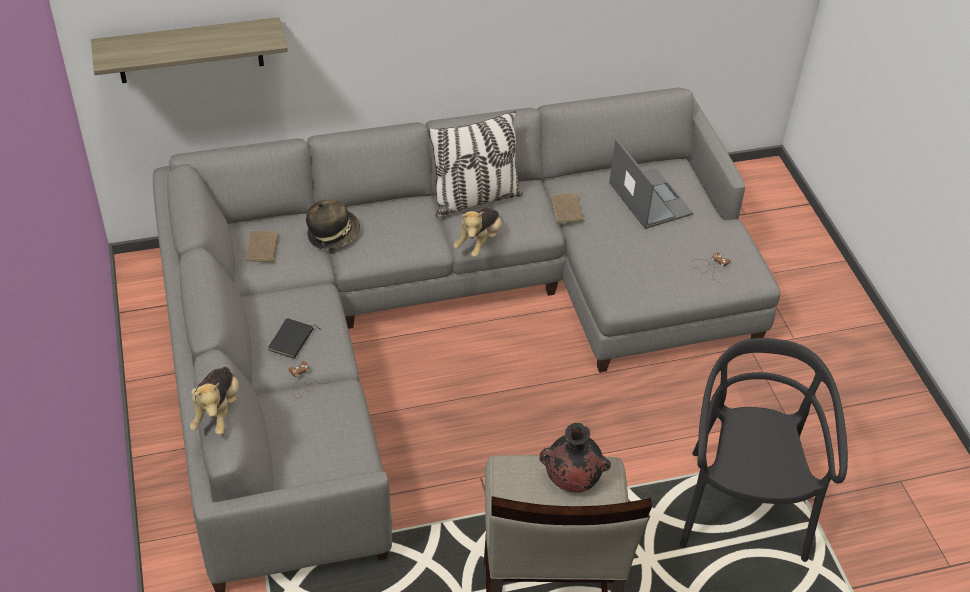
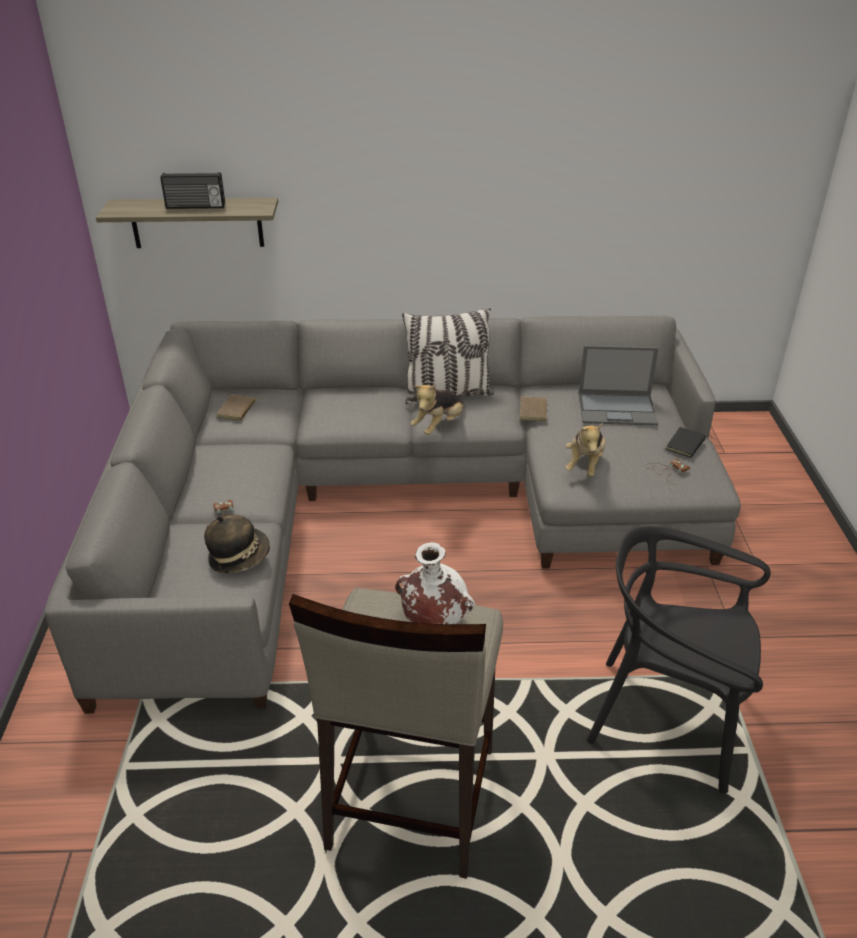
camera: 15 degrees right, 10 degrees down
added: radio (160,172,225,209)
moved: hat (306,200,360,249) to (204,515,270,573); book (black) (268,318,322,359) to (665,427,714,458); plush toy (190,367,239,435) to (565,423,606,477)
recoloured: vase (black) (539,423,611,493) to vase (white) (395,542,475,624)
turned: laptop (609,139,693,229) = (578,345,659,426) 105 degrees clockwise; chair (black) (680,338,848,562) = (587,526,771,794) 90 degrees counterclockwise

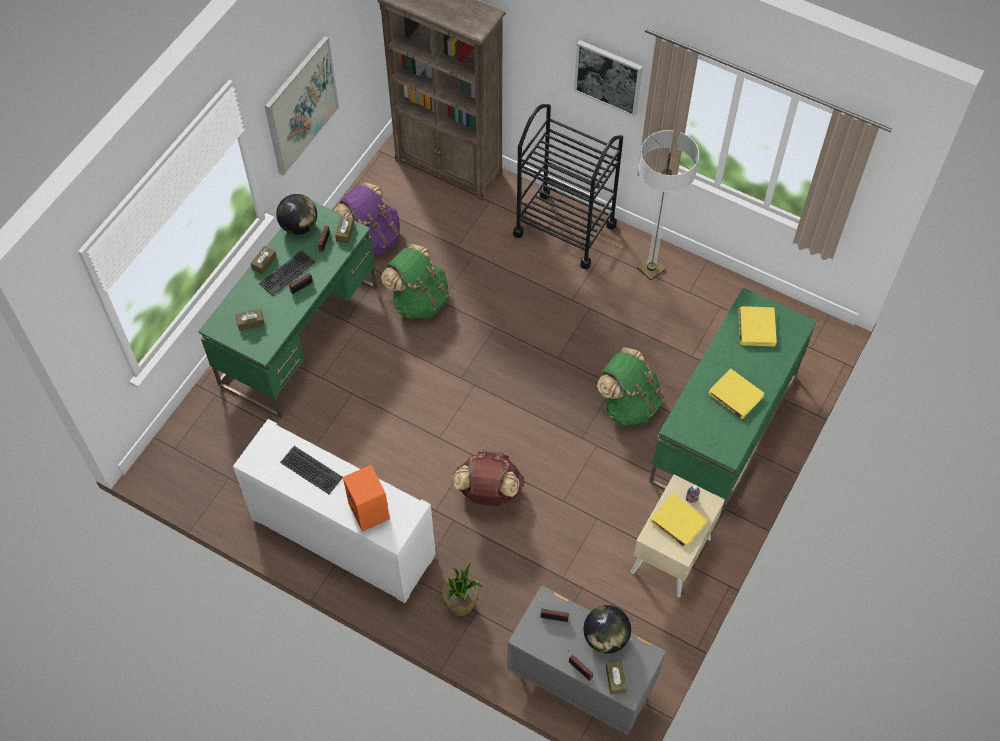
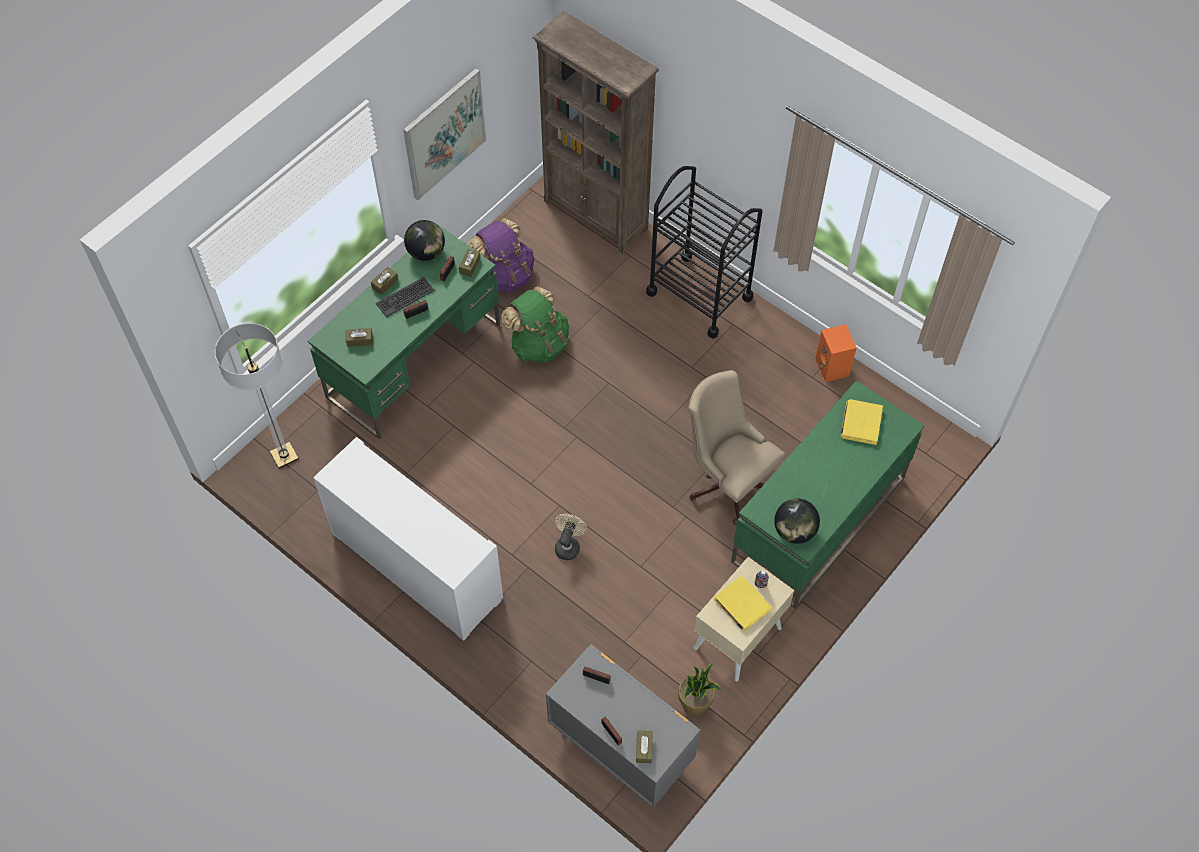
camera: 10 degrees right, 0 degrees up
removed: picture (574,40,643,117); book (yellow) (709,368,765,419); keyboard (280,446,343,494)
moved: floor lamp (637,130,699,280) to (215,323,299,469); speaker (orange) (343,465,390,532) to (815,324,857,382); potted plant (442,562,483,616) to (678,663,722,716); globe (584,605,631,654) to (774,498,820,544)
replaced: backpack (green) (597,347,664,426) to office chair (beige) (688,370,785,525); backpack (brown) (454,450,525,506) to fan (beige) (555,514,587,560)

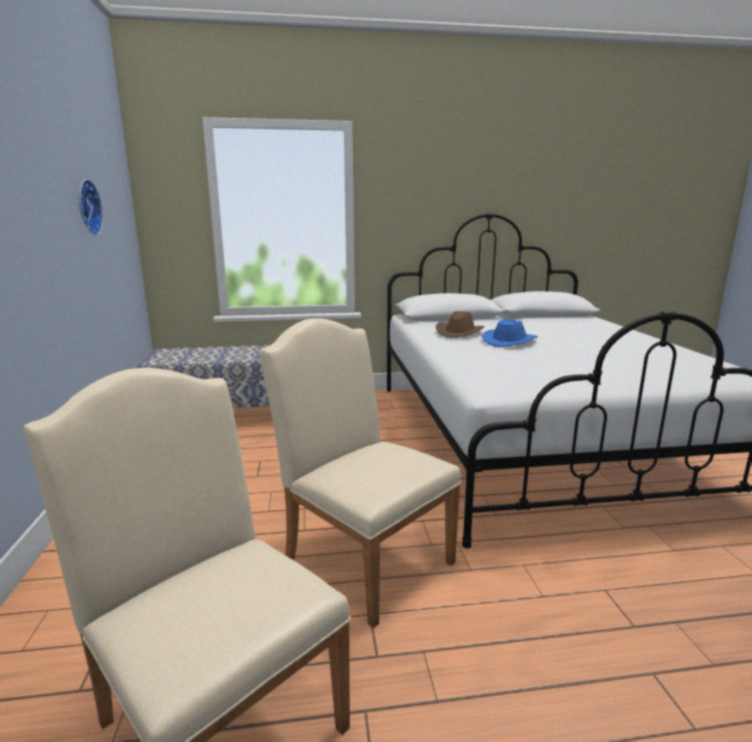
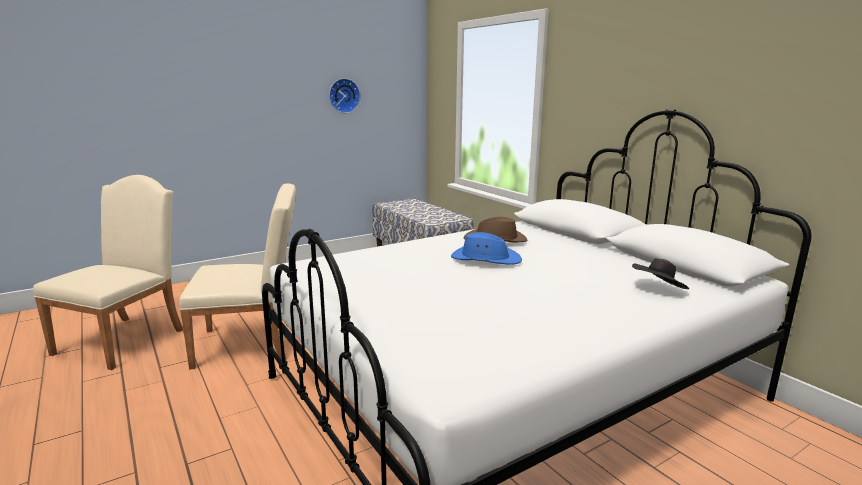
camera: 65 degrees right, 0 degrees up
added: hat (black) (632,258,689,289)
turned: chair (beige) (258,318,461,628) = (179,183,296,370) 60 degrees clockwise

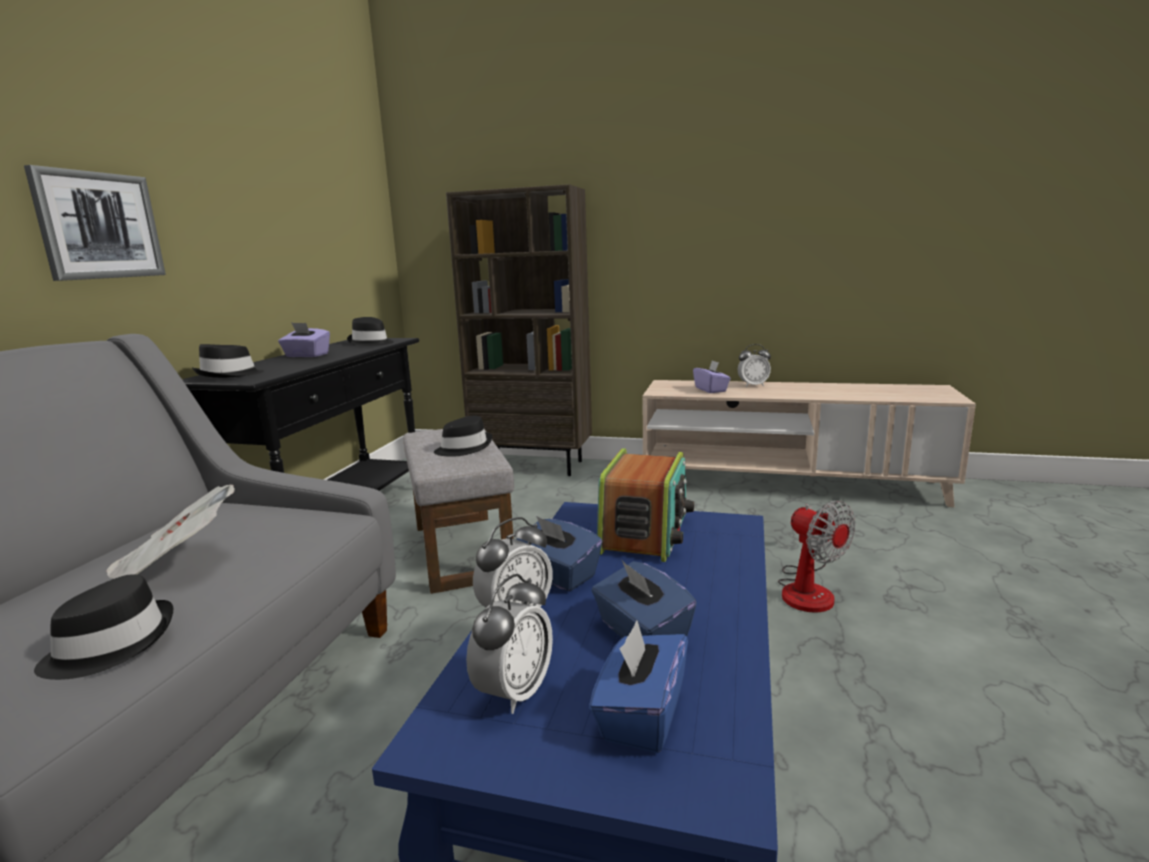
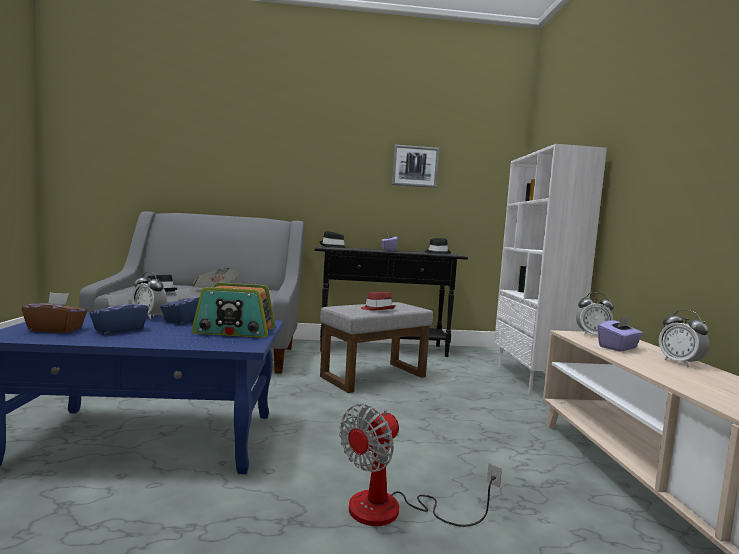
camera: 70 degrees right, 10 degrees down
moved: picture (24,165,166,281) to (392,145,439,188); alarm clock (466,574,553,714) to (576,292,614,336)
recoloured: bookcase (brown) (446,184,592,476) to bookcase (white) (494,144,607,394); hat (black) (434,416,492,457) to hat (red) (361,292,396,310); tissue box (blue) (589,621,688,753) to tissue box (brown) (21,292,88,333)

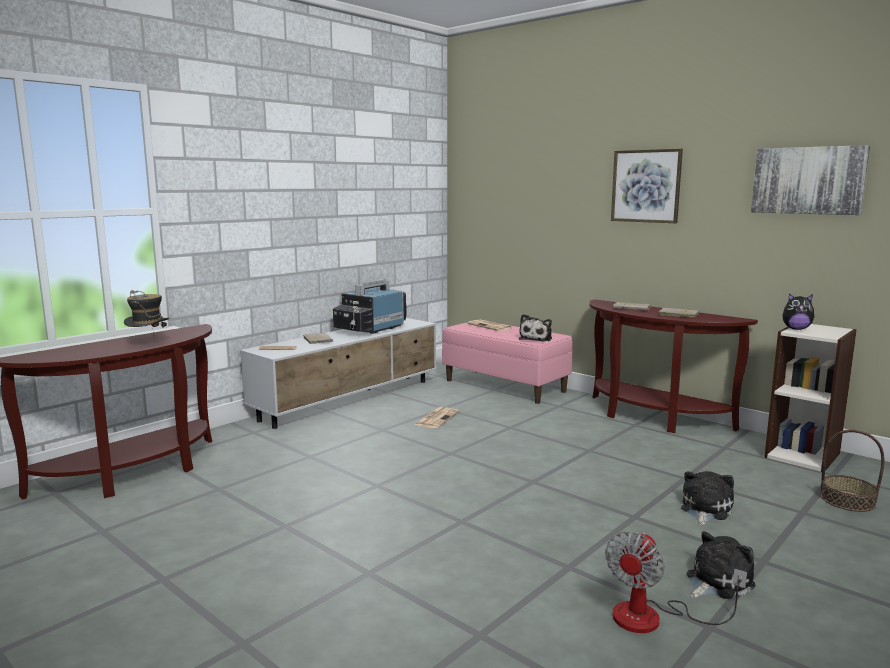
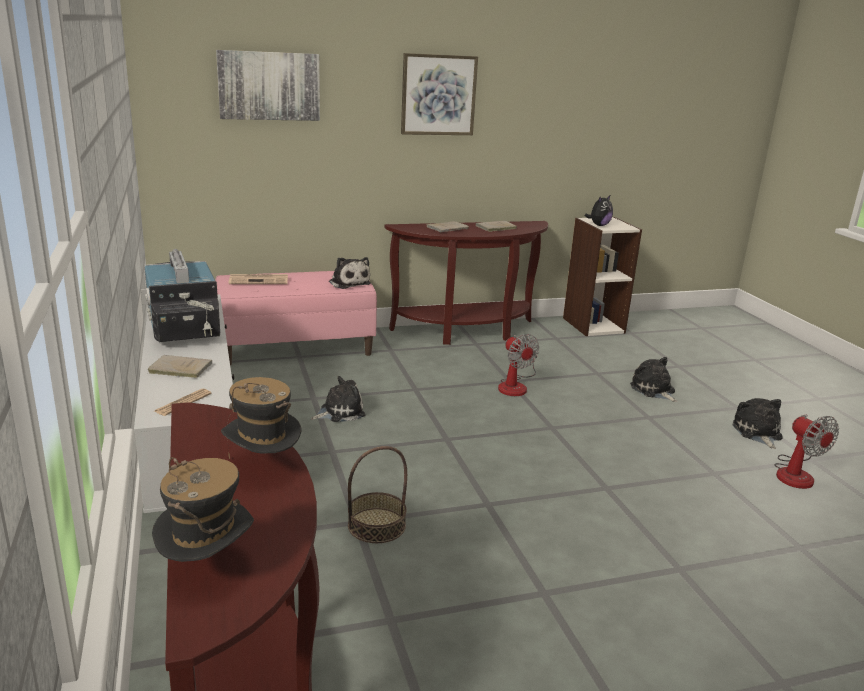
camera: 60 degrees left, 10 degrees up
added: fan (498,334,539,396); hat (152,457,254,562)
moved: picture (751,145,870,215) to (216,50,320,121); basket (821,430,885,512) to (348,446,407,543)
replaced: newspaper (414,407,459,428) to plush toy (311,376,366,422)

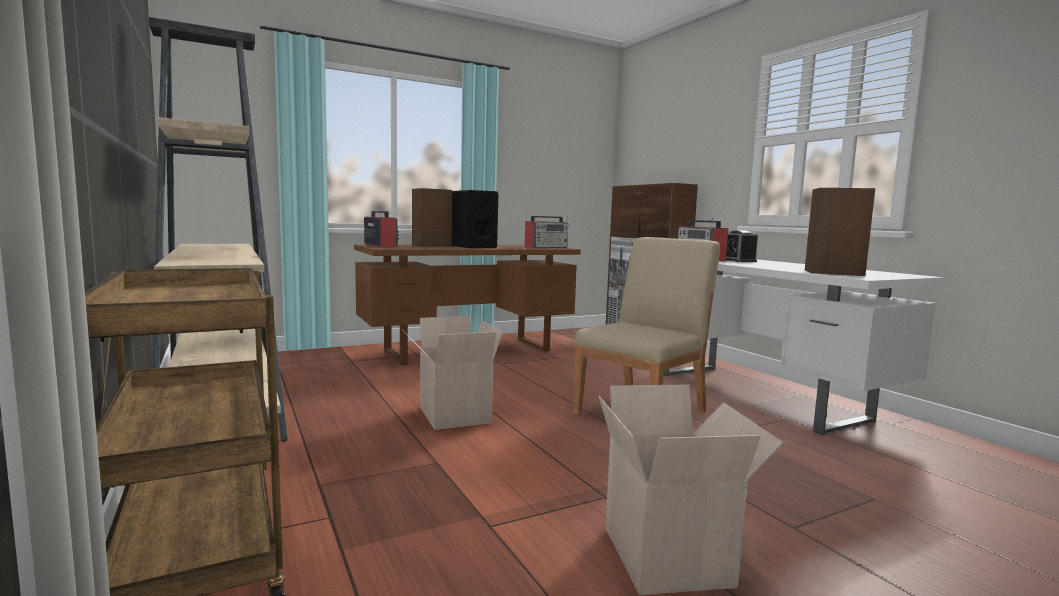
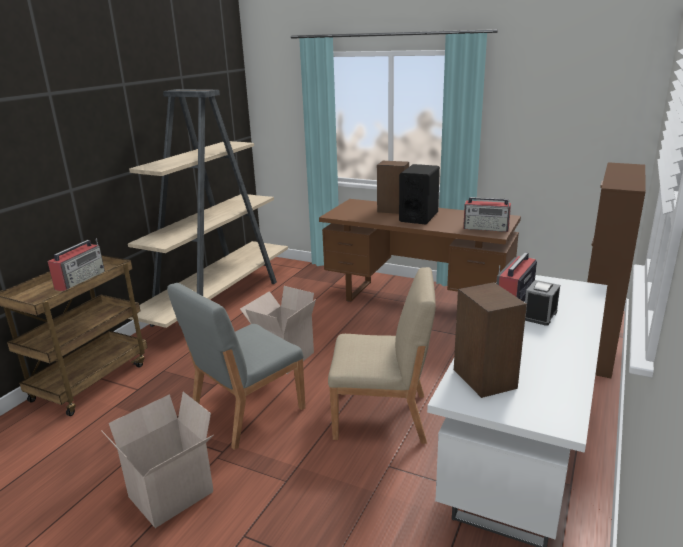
camera: 55 degrees right, 15 degrees up
added: chair (grey) (167,283,305,450)
moved: radio (364,209,399,248) to (47,238,105,291)

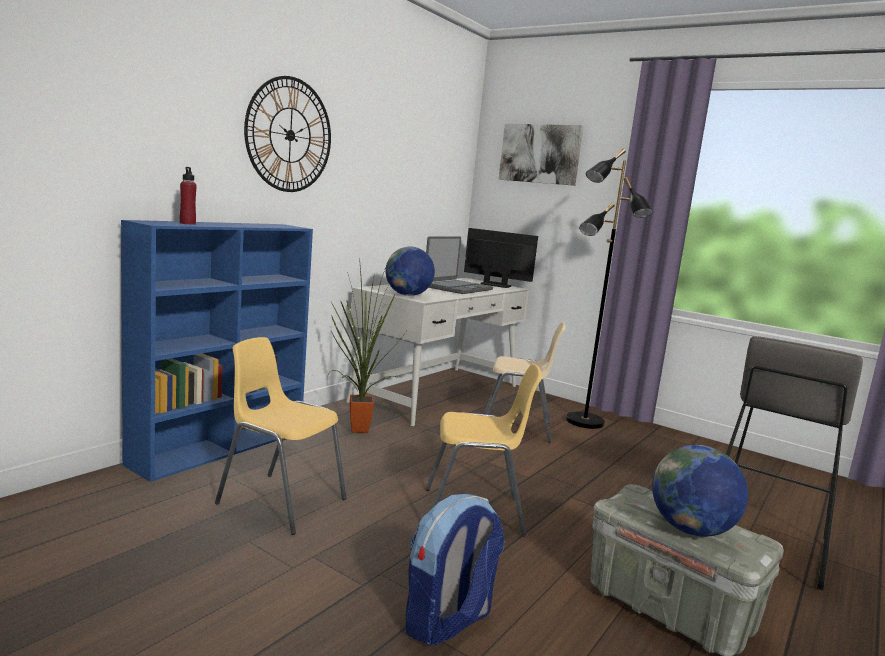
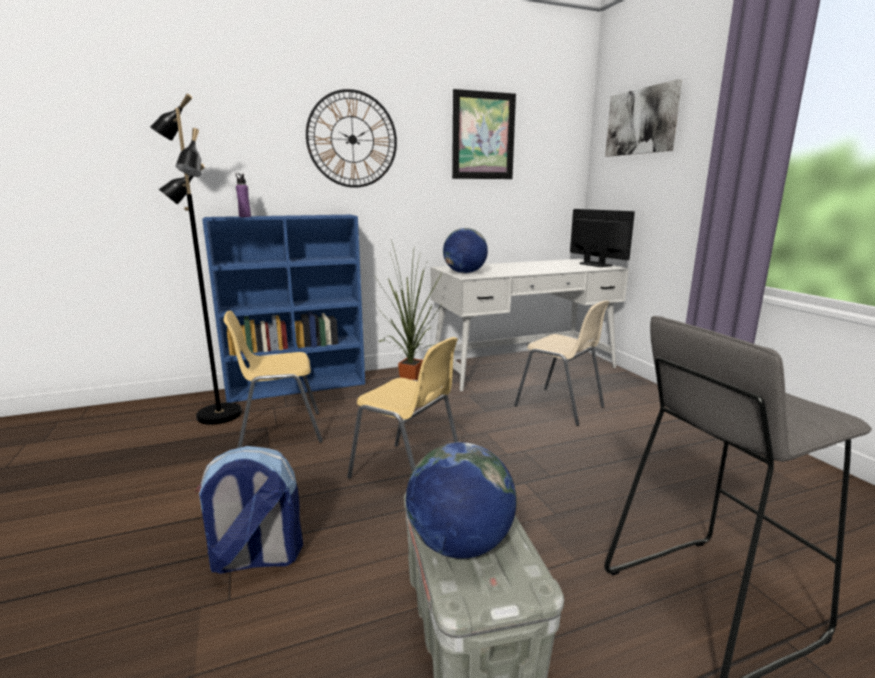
camera: 35 degrees right, 5 degrees up
removed: laptop (426,236,493,294)
added: picture (452,89,516,179)
moved: floor lamp (black) (566,149,653,429) to (150,94,242,425)
recoloured: bottle (red) (180,167,197,225) to bottle (purple) (235,173,251,217)
turned: chair (yellow) (215,337,346,535) = (224,310,323,448) 75 degrees counterclockwise

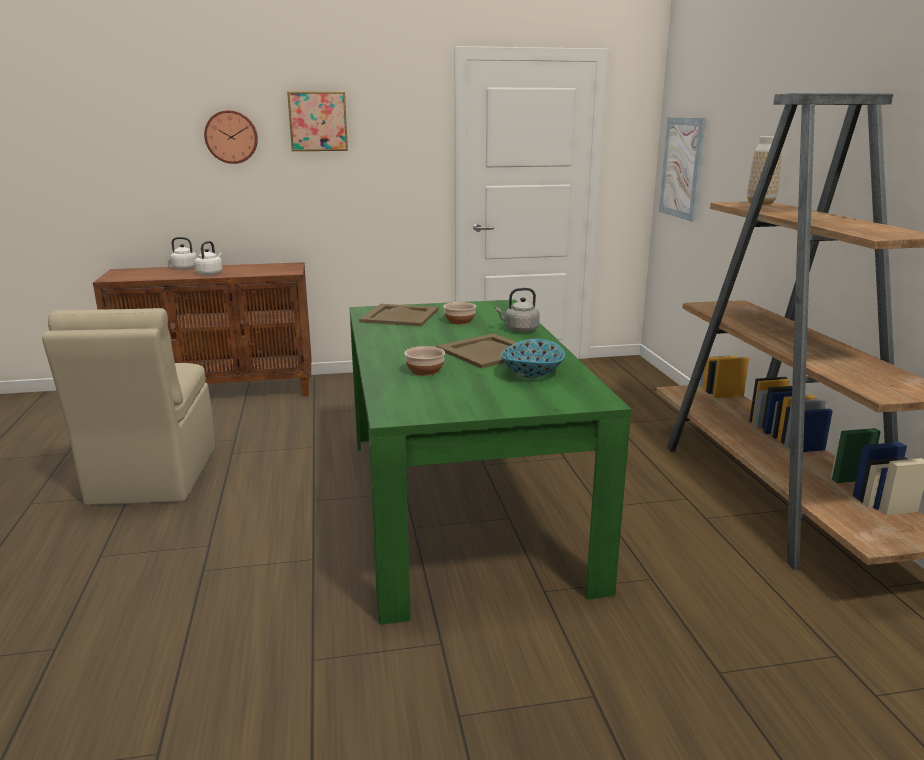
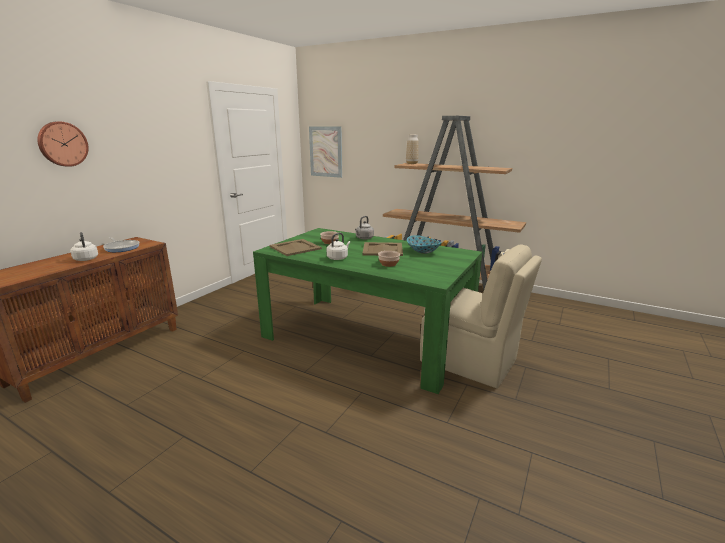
camera: 50 degrees left, 0 degrees up
removed: picture (287,91,348,151)
added: frying pan (103,237,140,252)
moved: kettle (white) (170,237,201,270) to (327,233,350,260); chair (beige) (42,308,215,505) to (420,245,542,388)

